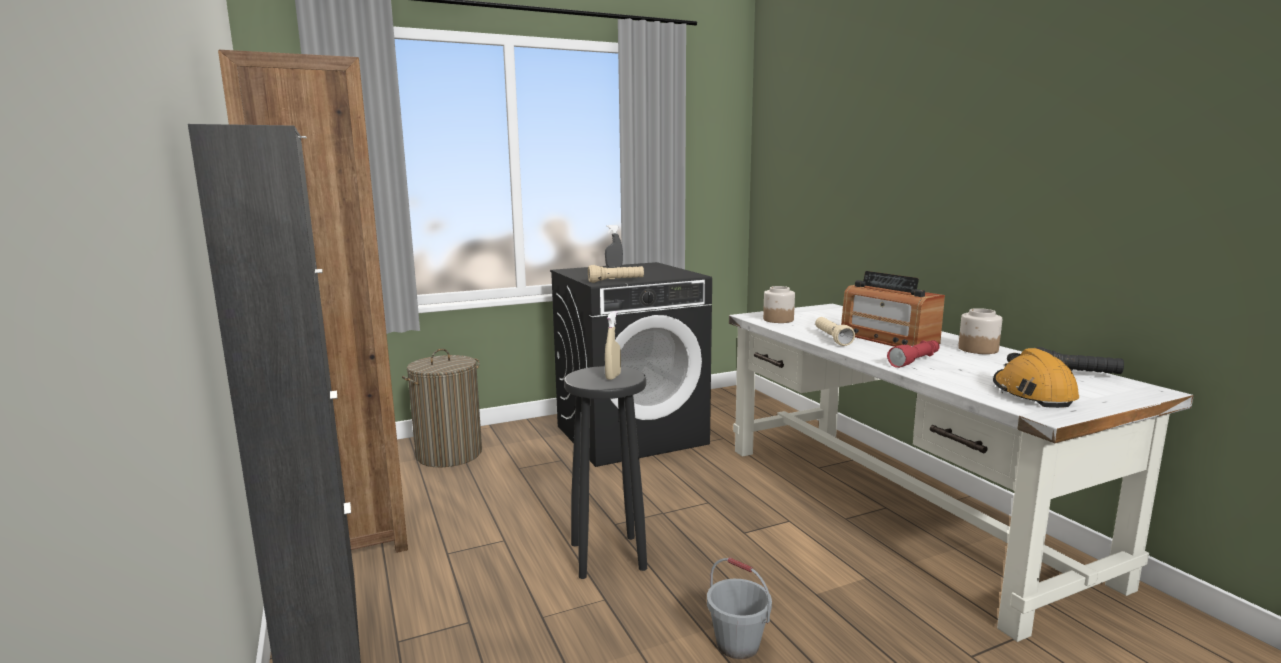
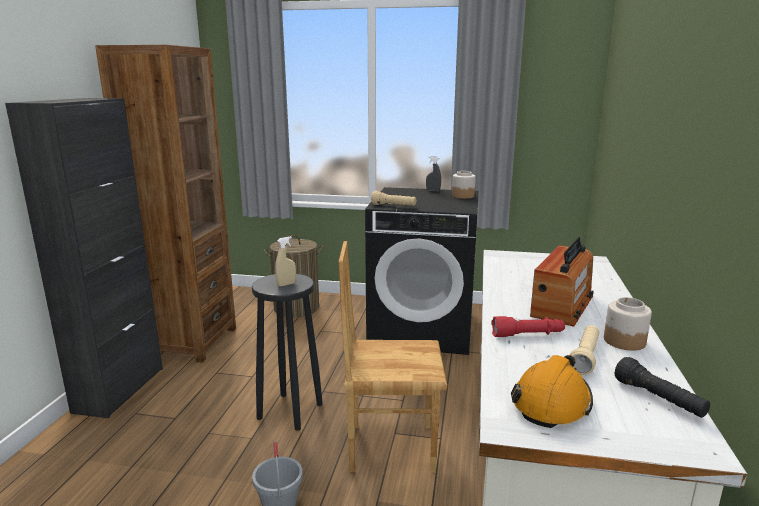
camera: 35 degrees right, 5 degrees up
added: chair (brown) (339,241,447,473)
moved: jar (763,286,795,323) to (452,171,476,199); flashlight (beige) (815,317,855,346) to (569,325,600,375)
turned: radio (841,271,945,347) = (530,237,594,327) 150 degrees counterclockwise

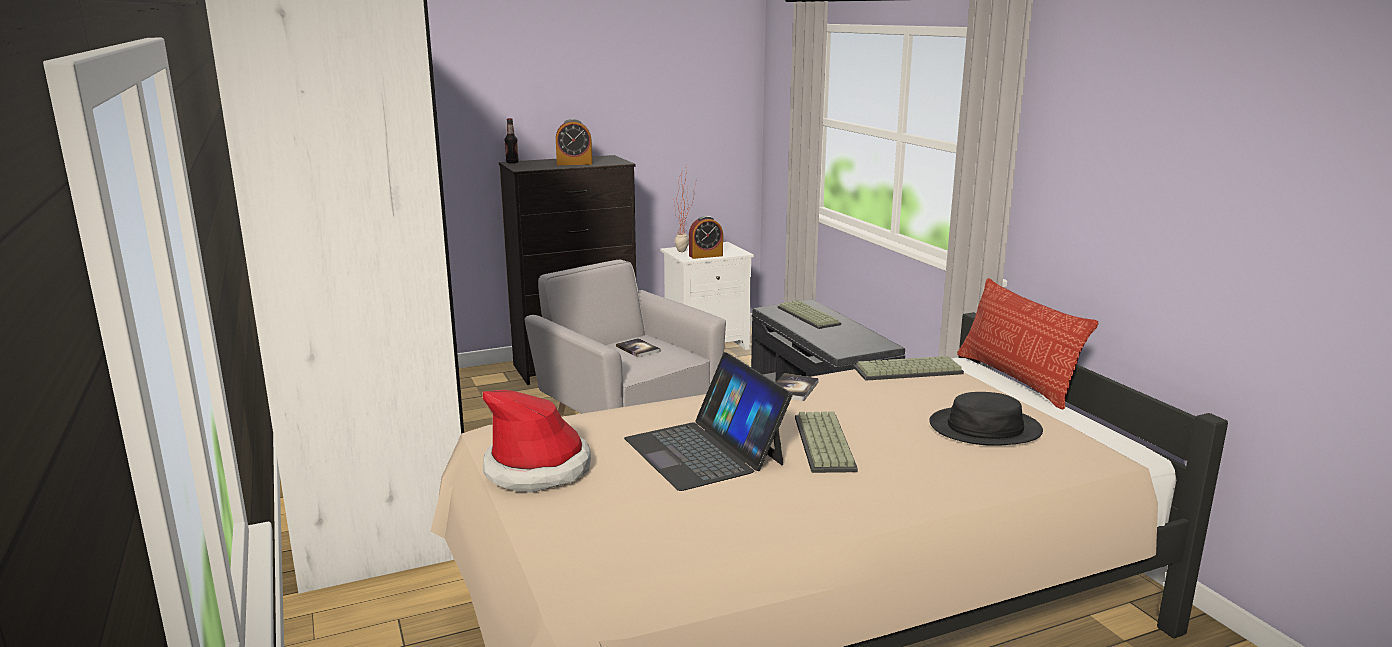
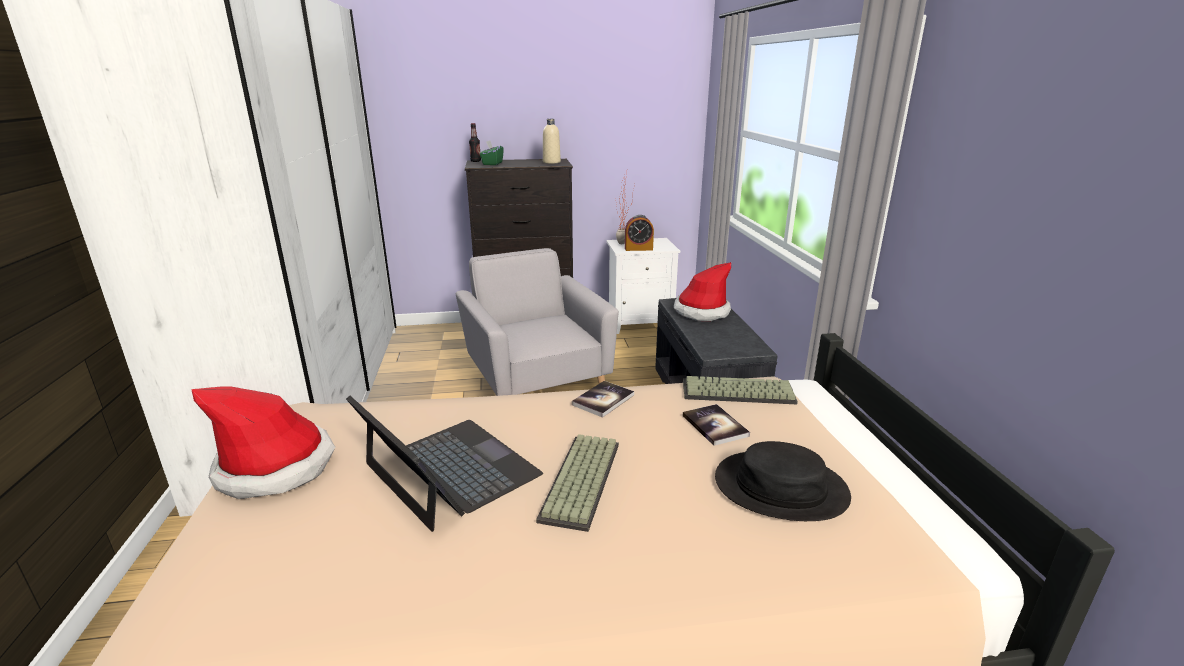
camera: 15 degrees right, 5 degrees up
removed: alarm clock (556,119,592,165); pillow (957,278,1098,409)
added: bottle (beige) (543,119,561,164); tissue box (green) (480,141,504,165)
moved: book (616,338,660,358) to (683,404,750,446)
replaced: keyboard (778,300,841,329) to hat (674,262,731,321)
turned: laptop (624,352,792,491) = (346,396,543,532) 150 degrees clockwise

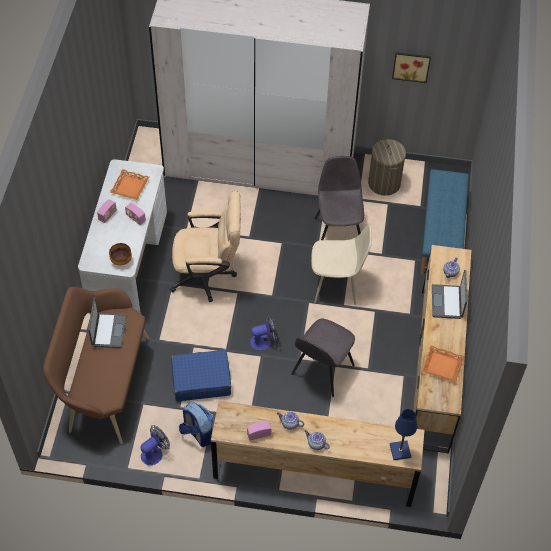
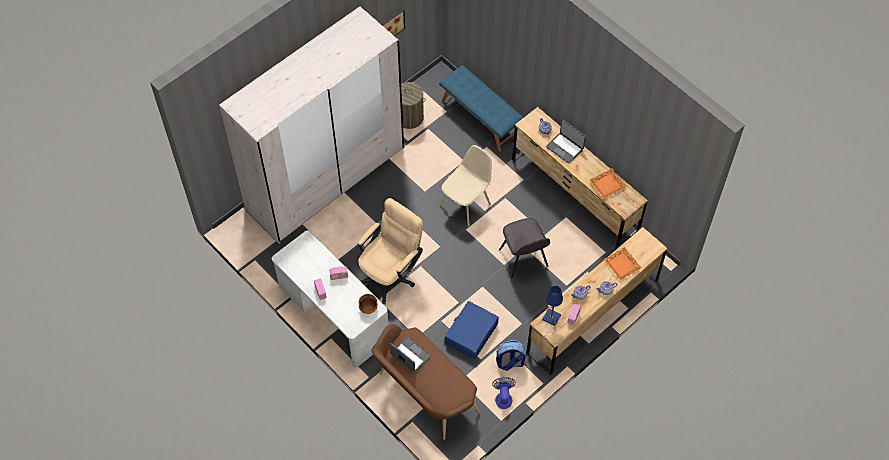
camera: 50 degrees left, 5 degrees up
removed: chair (grey) (314,156,364,240); fan (250,314,278,351)
moved: tray (orange) (110,169,149,200) to (604,247,642,280); table lamp (blue) (390,409,417,460) to (542,286,563,326)

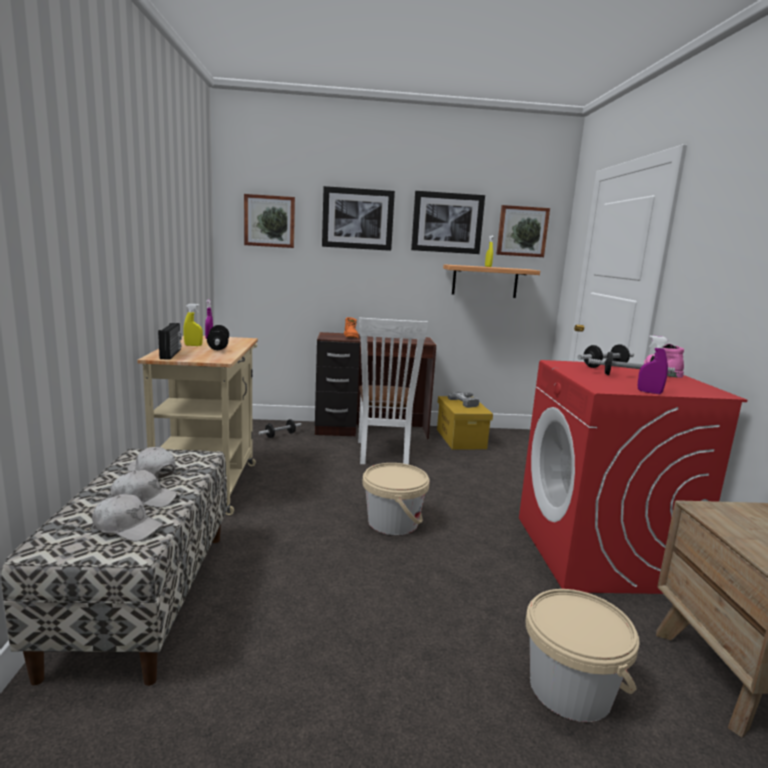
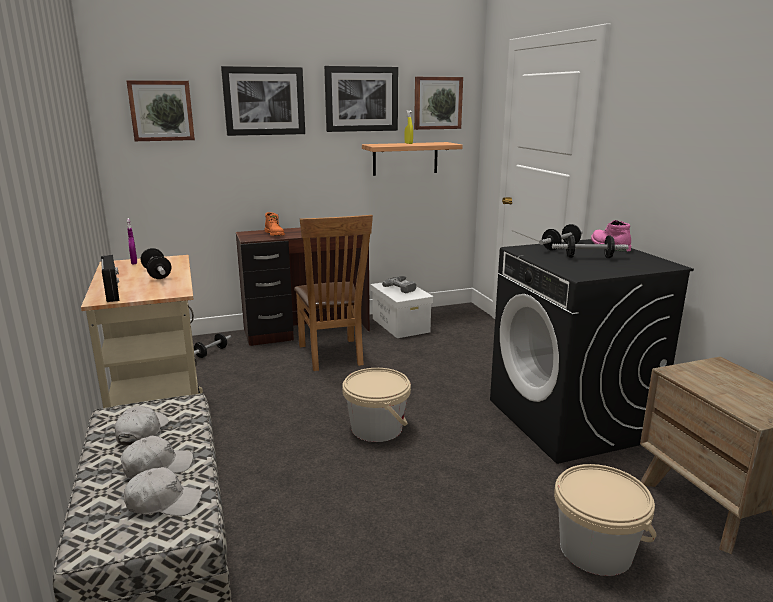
camera: 15 degrees left, 5 degrees up
removed: spray bottle (yellow) (183,304,203,346); spray bottle (purple) (638,335,668,394)
recoloured: chair (white) (358,318,428,465) to chair (brown) (294,215,373,371); washing machine (red) (519,360,747,594) to washing machine (black) (490,239,694,464); storage box (yellow) (437,396,493,450) to storage box (white) (371,280,434,338)
turned: cap (white) (127,447,176,479) = (115,406,169,445) 75 degrees clockwise

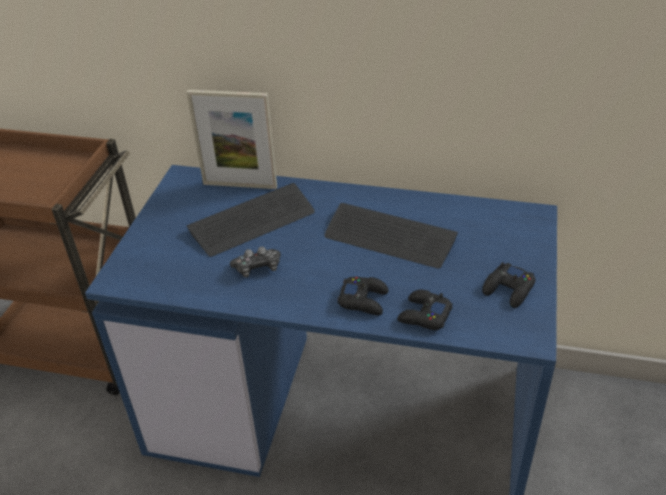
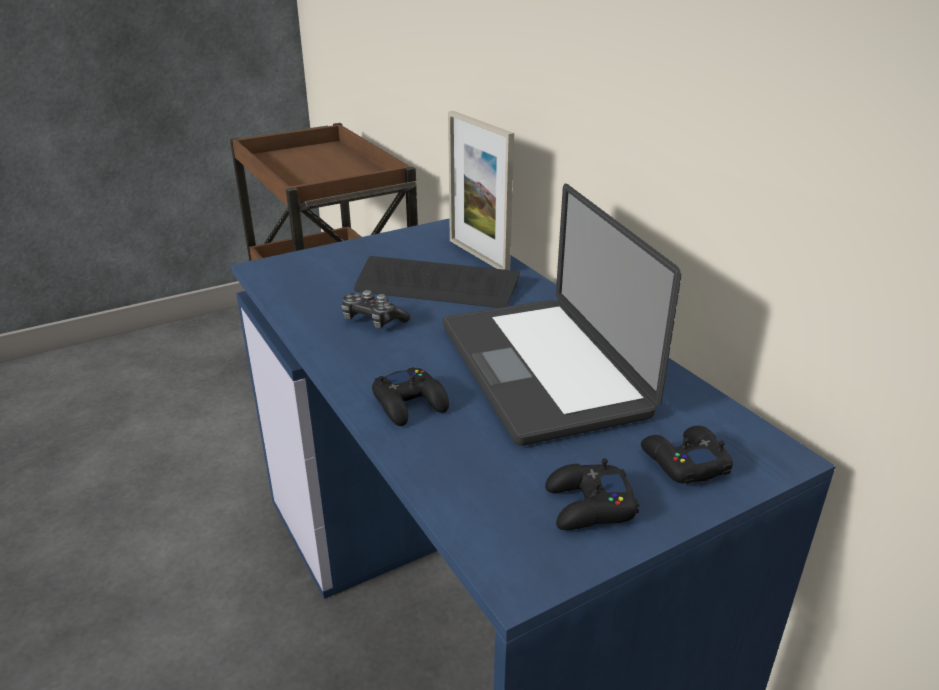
camera: 45 degrees right, 10 degrees down
moved: game controller (black) (397,289,453,330) to (641,426,733,484)
replaced: keyboard (324,203,458,269) to laptop (443,183,681,446)

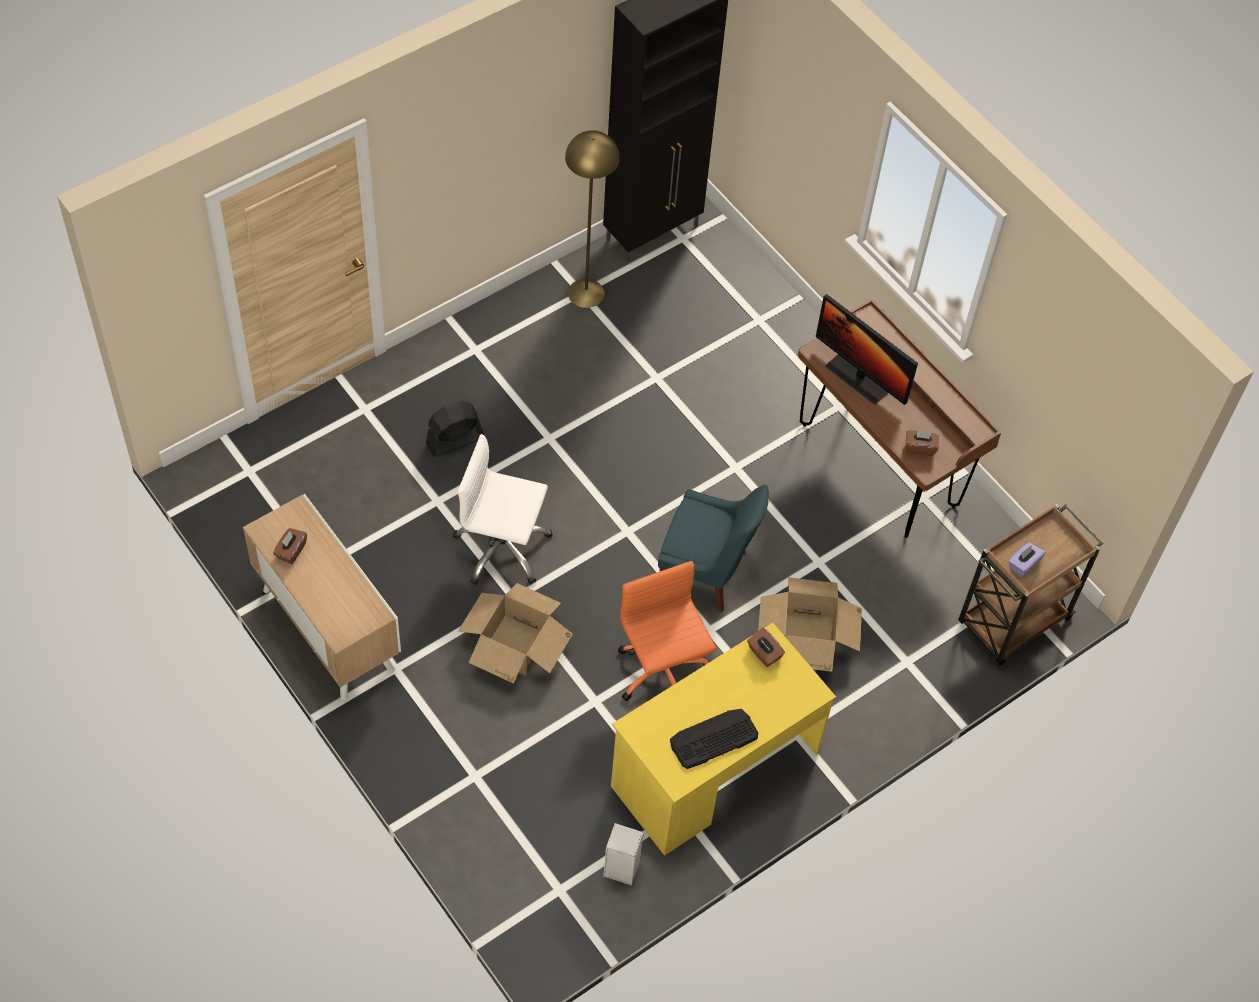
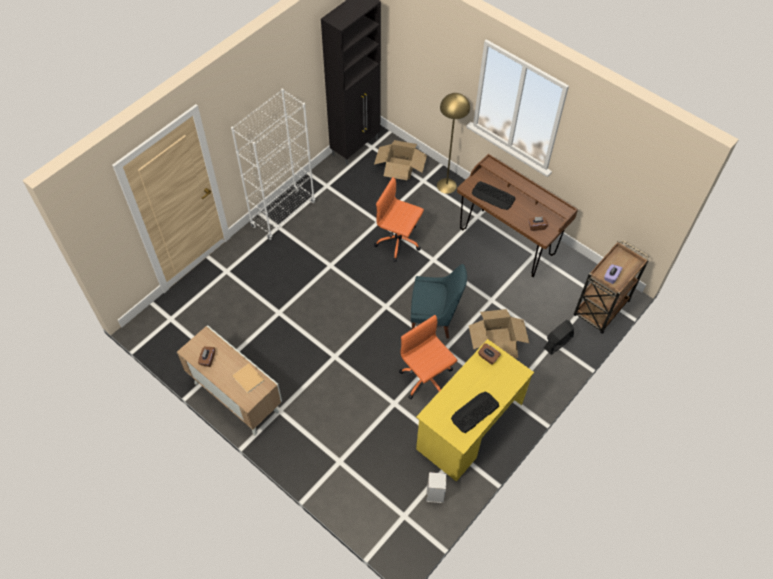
camera: 10 degrees left, 0 degrees up
removed: office chair (white) (452,434,553,585)
added: bookcase (white) (231,89,315,240); office chair (orange) (374,177,424,262); book (beige) (232,363,264,394)
moved: floor lamp (yellow) (565,130,620,308) to (437,93,470,194); fan (black) (426,401,484,457) to (544,320,574,355); cardboard box (458,583,573,684) to (374,140,427,180)
replaced: monitor (816,294,918,405) to keyboard (472,181,515,210)

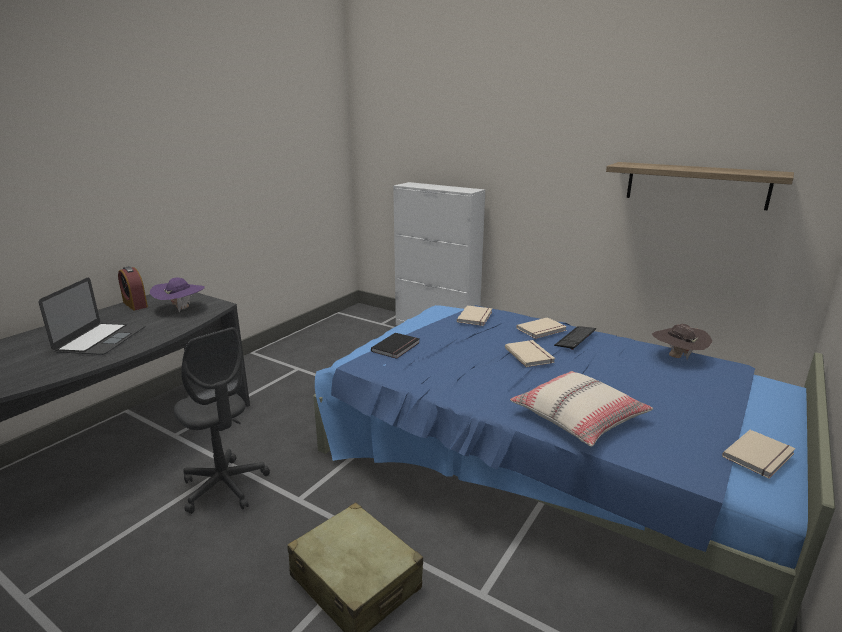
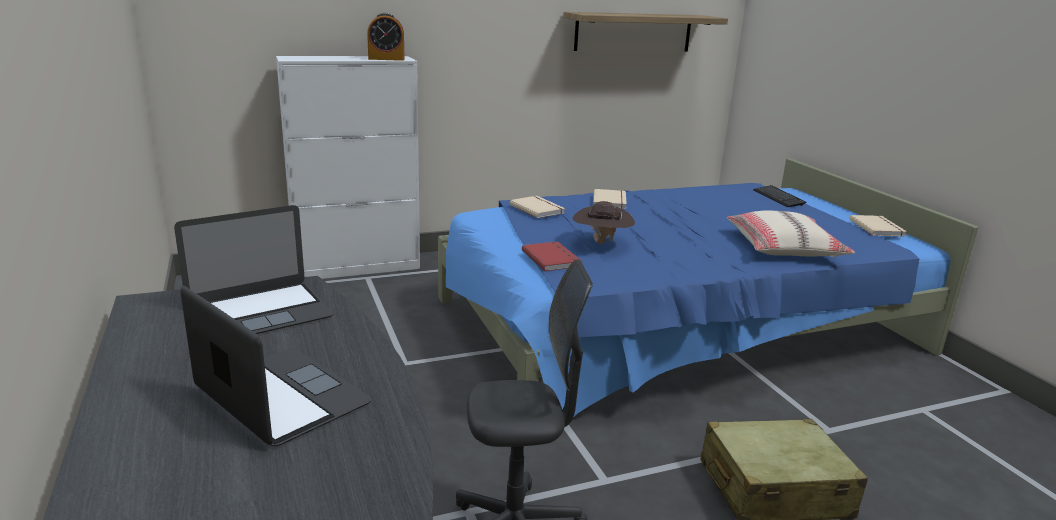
camera: 55 degrees left, 0 degrees up
removed: book (beige) (505,340,555,367)
moved: alarm clock (118,266,148,311) to (367,13,404,61); hat (brown) (652,324,713,360) to (572,201,635,244); keyboard (554,326,596,350) to (753,185,806,207)
replaced: hat (purple) (150,277,205,312) to laptop (174,205,334,334)
recoloured: book (black) (371,333,420,359) to book (red) (522,241,582,271)

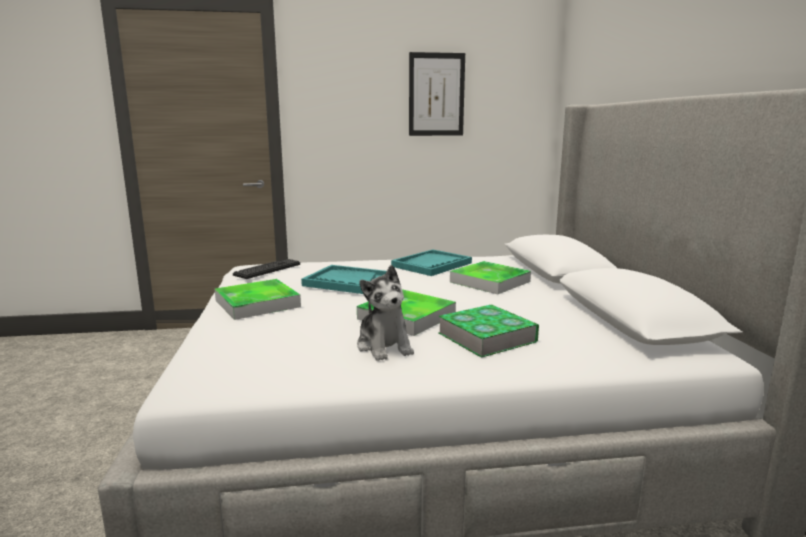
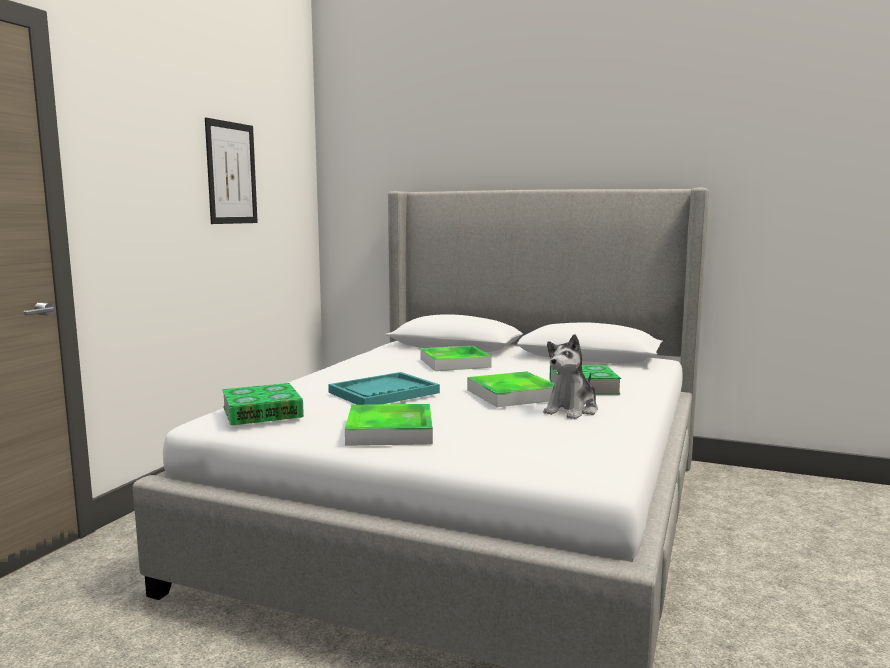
camera: 60 degrees left, 5 degrees down
removed: tray (turquoise) (391,249,472,276)
replaced: keyboard (233,259,300,279) to book (222,383,304,426)
turned: plush toy (357,265,414,361) = (543,334,598,420) 120 degrees clockwise

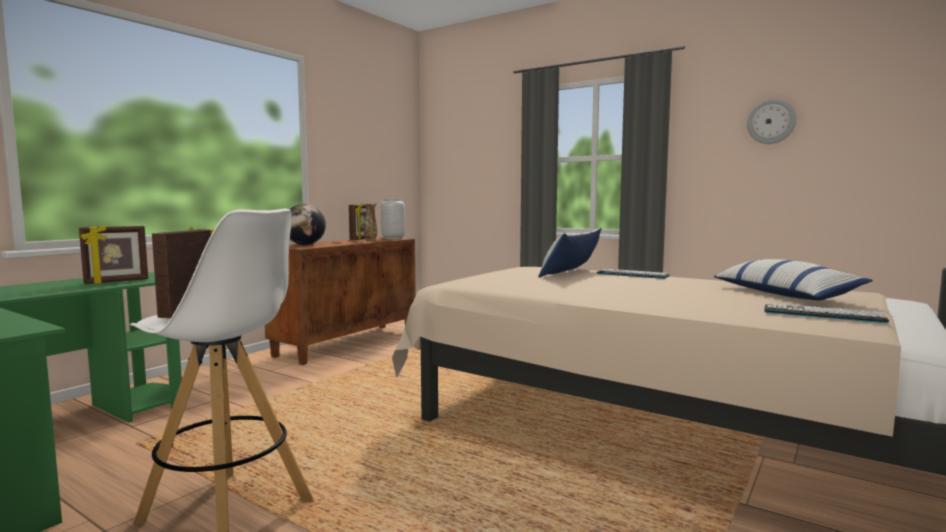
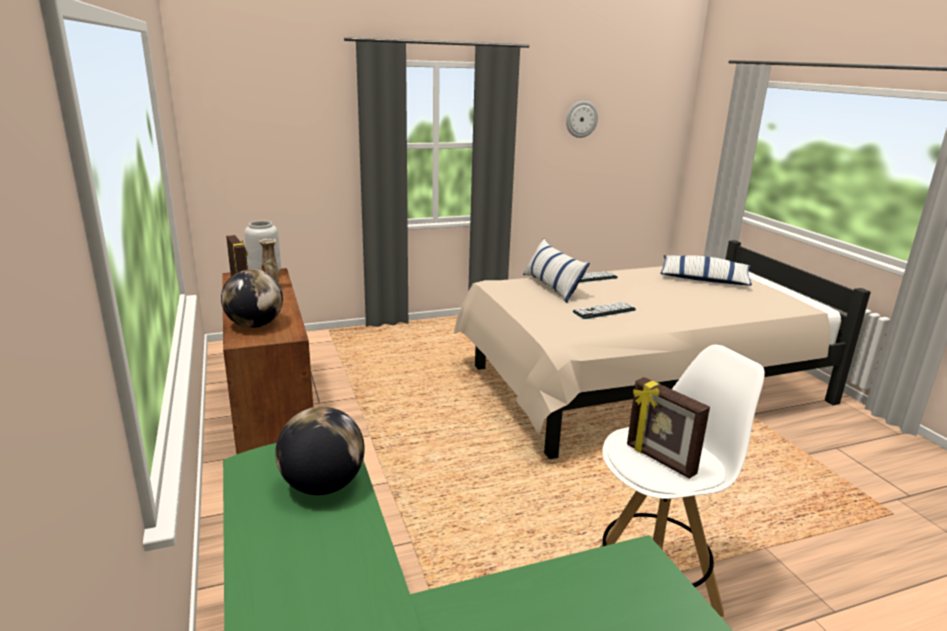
camera: 55 degrees left, 15 degrees up
moved: keyboard (764,303,889,323) to (573,302,636,319)
replaced: picture frame (79,225,148,284) to globe (275,406,365,495)

